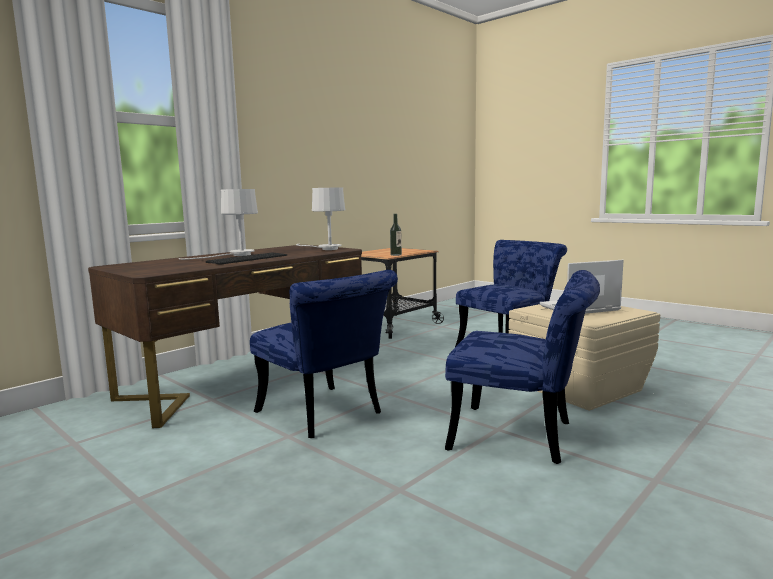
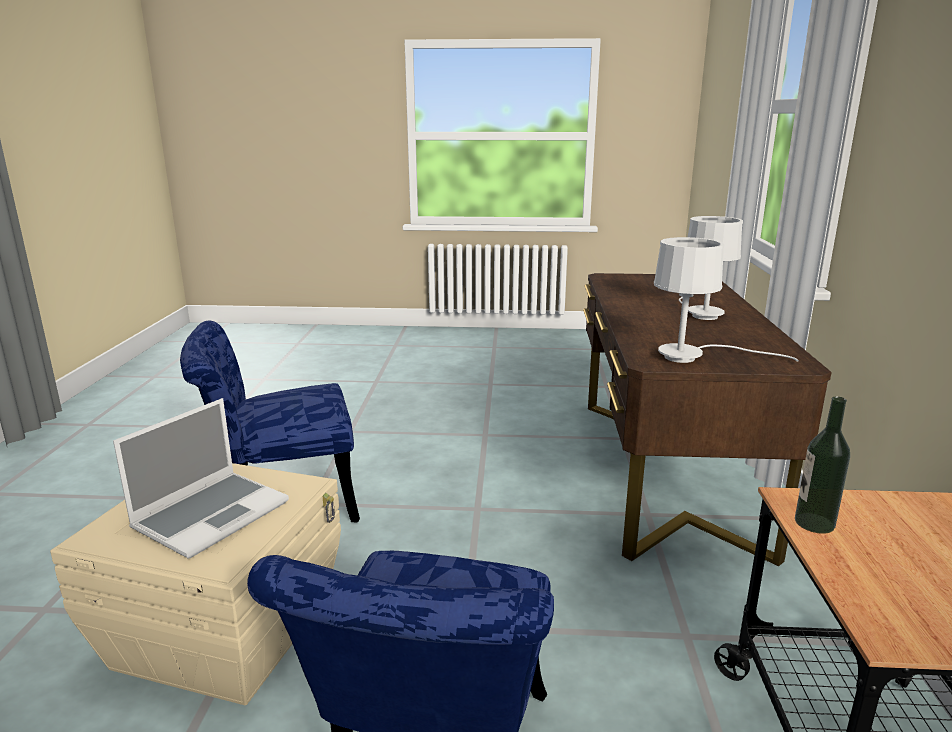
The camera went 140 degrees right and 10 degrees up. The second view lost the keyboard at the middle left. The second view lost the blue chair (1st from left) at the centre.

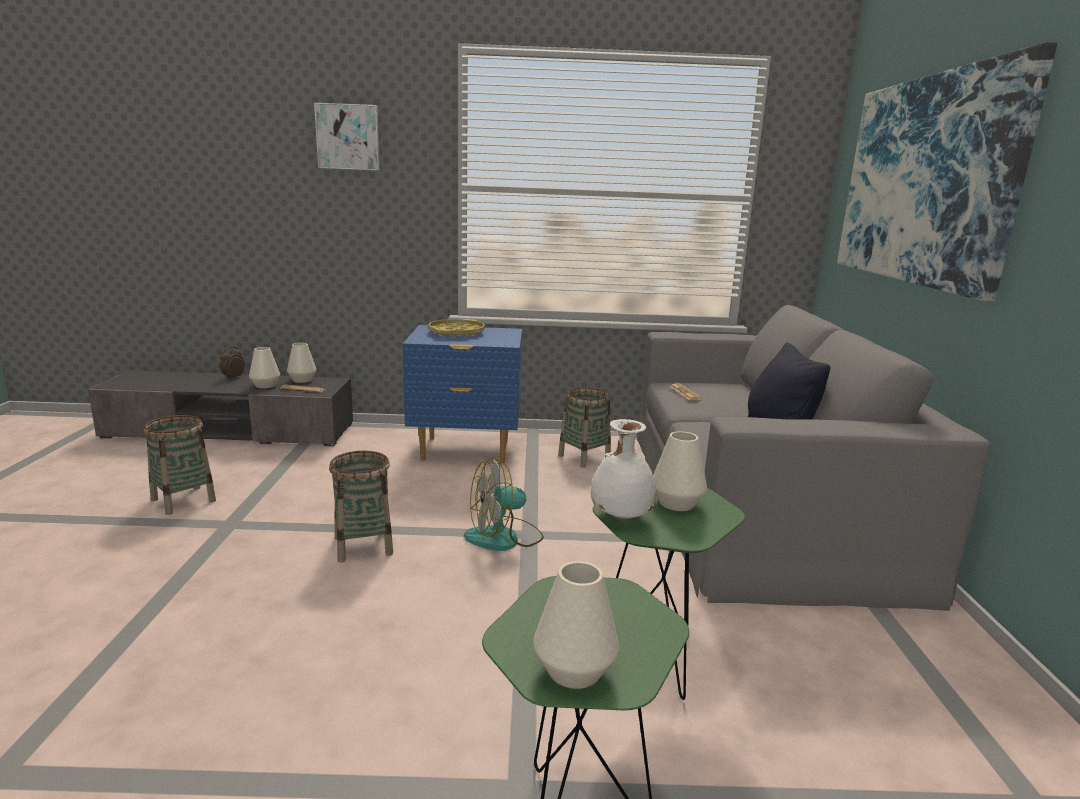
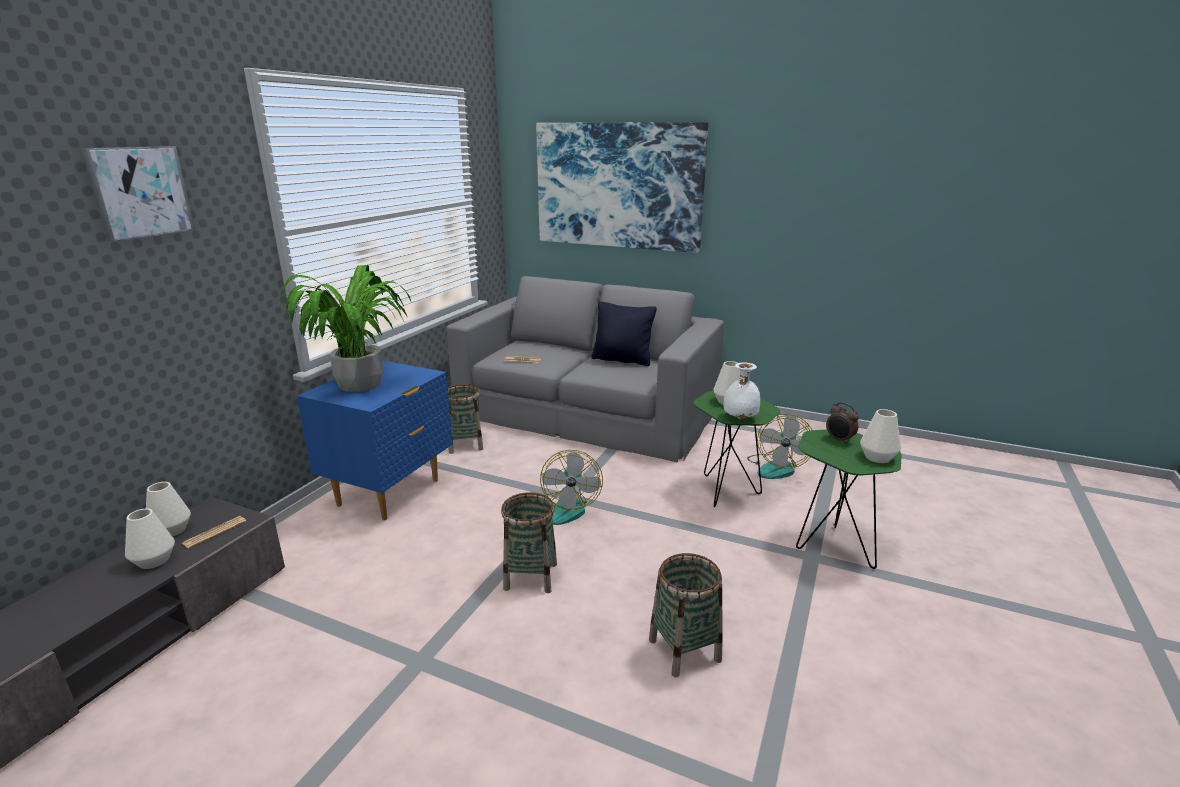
The camera went 65 degrees left and 5 degrees up. Where the yellow tray stood at the centre, the potted plant came to stand at the middle left. The basket (1st from left in the first image) ended up elsewhere, having gone from the middle left to the bottom centre. The second view gained the fan (2nd from left) at the centre. The alarm clock ended up elsewhere, having gone from the middle left to the middle right.

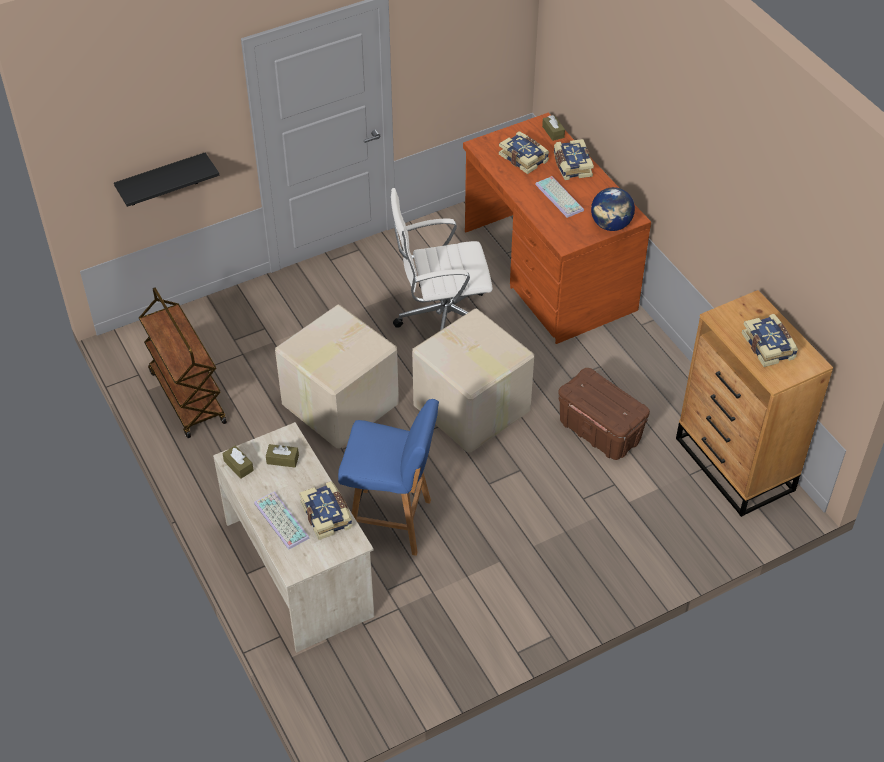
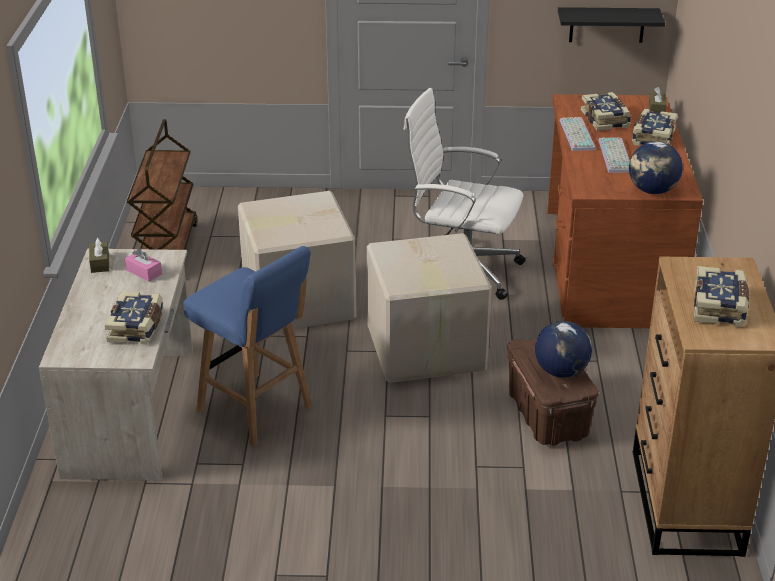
The camera went 30 degrees right and 15 degrees down. What was the brown tissue box (2nd from left) at the middle left turned into the pink tissue box at the middle left. The second view gained the globe (1st from left) at the middle right. The black shelf ended up elsewhere, having gone from the top left to the top right. The keyboard (1st from left) ended up elsewhere, having gone from the bottom left to the top right.

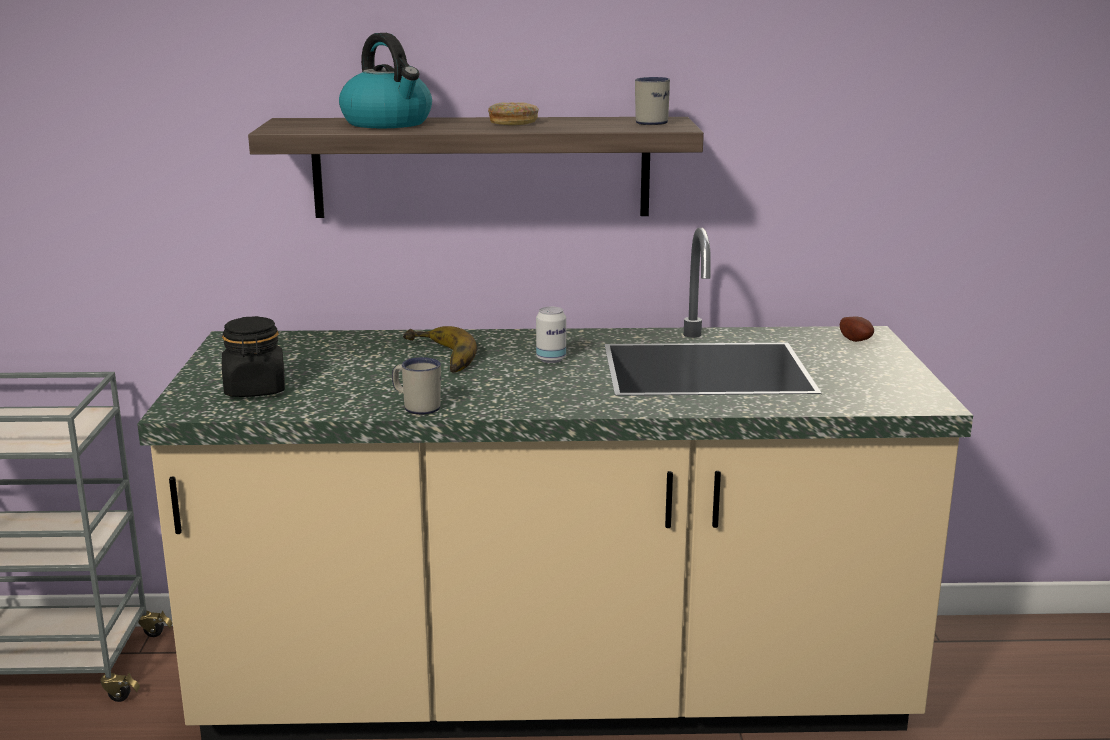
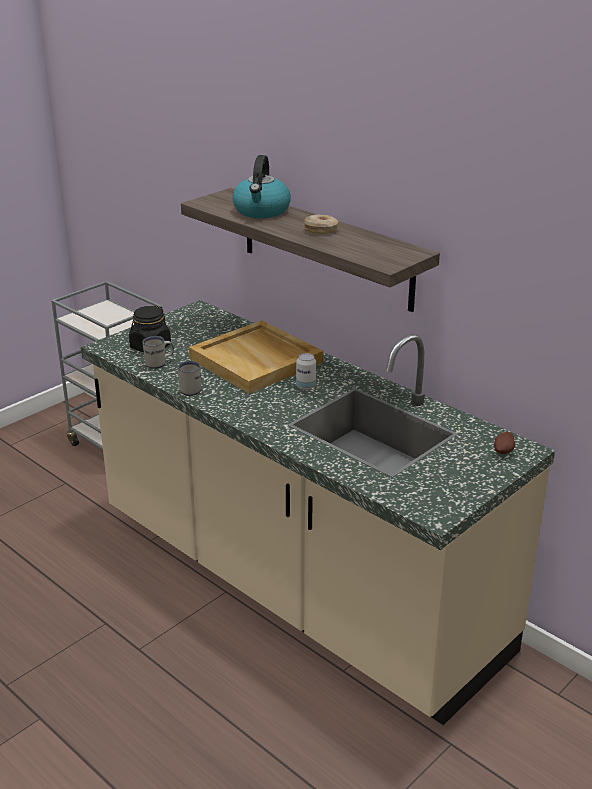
The camera went 45 degrees right and 10 degrees up. The white mug (2nd from left in the first image) ended up elsewhere, having gone from the top centre to the middle left. Where the banana stood at the centre, the beige tray came to stand at the centre.

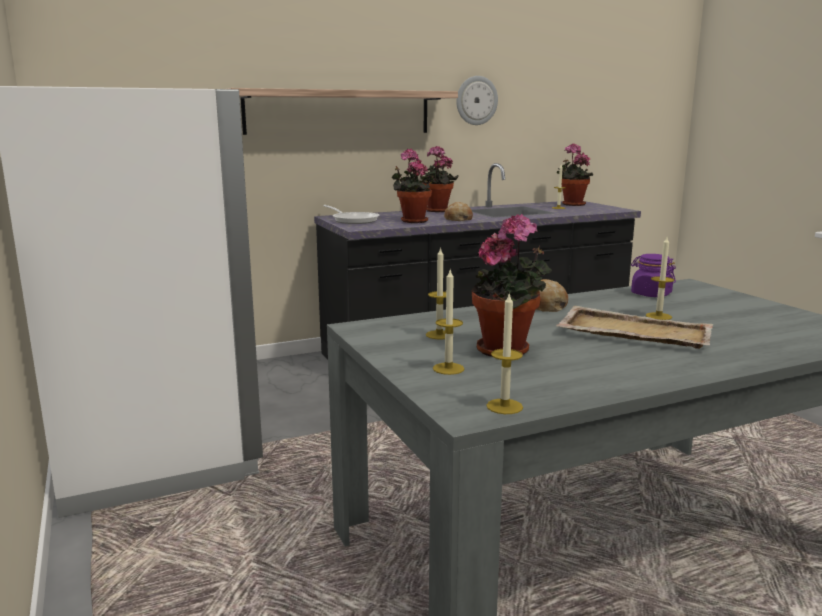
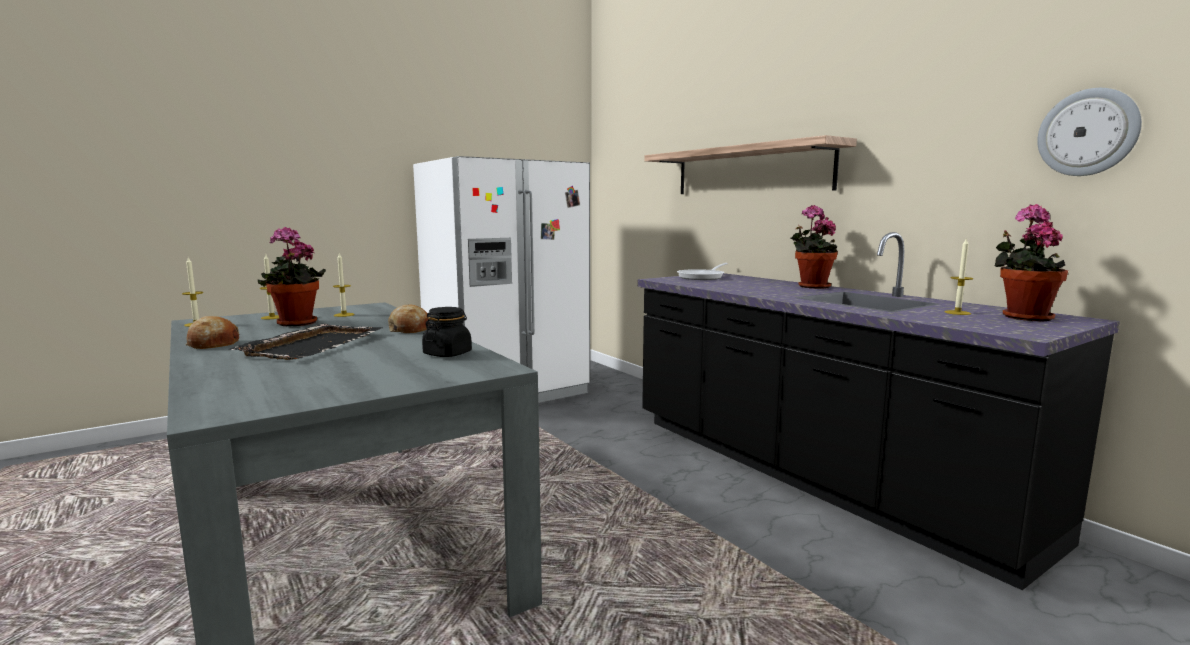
The camera went 80 degrees right and 5 degrees down. The bread (1st from left) ended up elsewhere, having gone from the centre to the middle left. What was the beige tray at the middle right turned into the black tray at the middle left. What was the purple jar at the middle right turned into the black jar at the centre. The wall clock ended up elsewhere, having gone from the top centre to the top right. The second view lost the potted plant (1st from left) at the top centre. The second view lost the candle (5th from left) at the middle right.

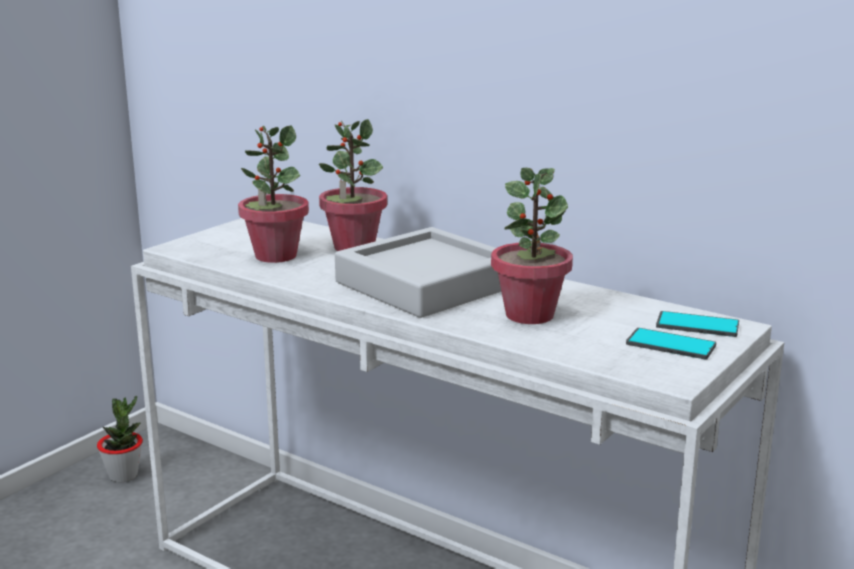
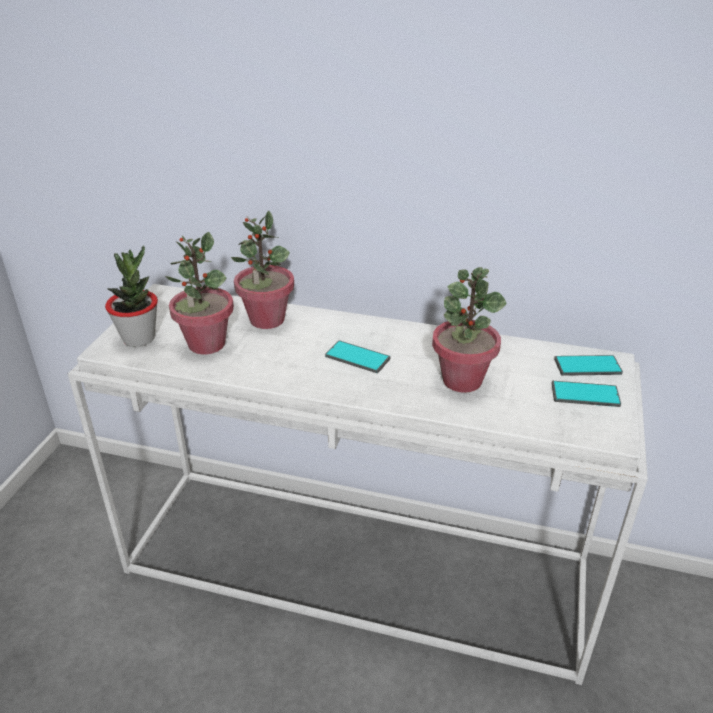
The camera went 20 degrees left and 15 degrees up. The potted plant (1st from left) ended up elsewhere, having gone from the bottom left to the middle left. Where the grey tray stood at the centre, the phone (1st from left) came to stand at the centre.

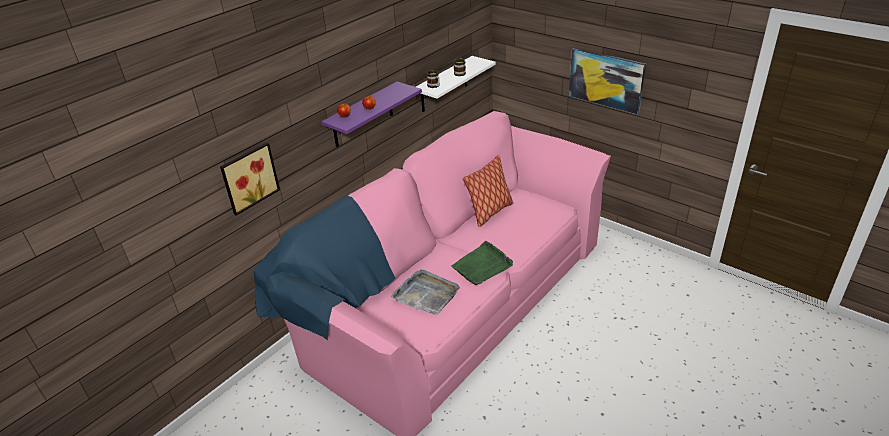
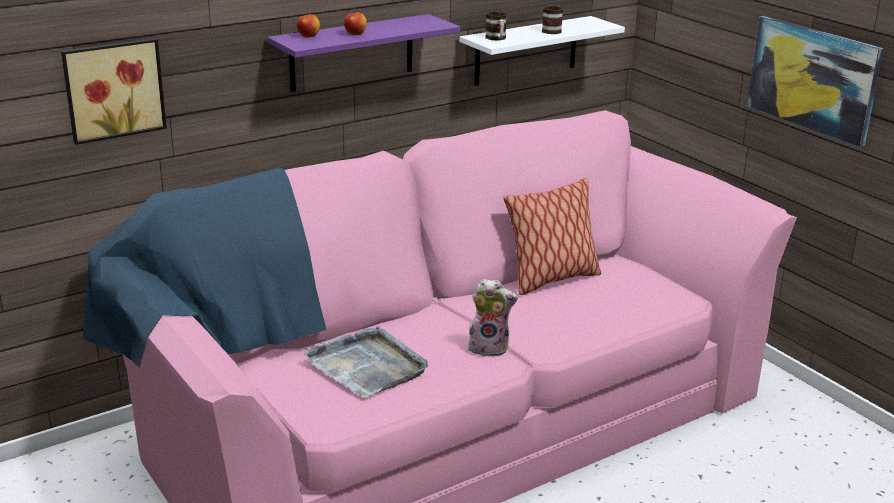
The camera went 15 degrees right and 10 degrees down. Where the green tray stood at the centre, the plush toy came to stand at the centre.

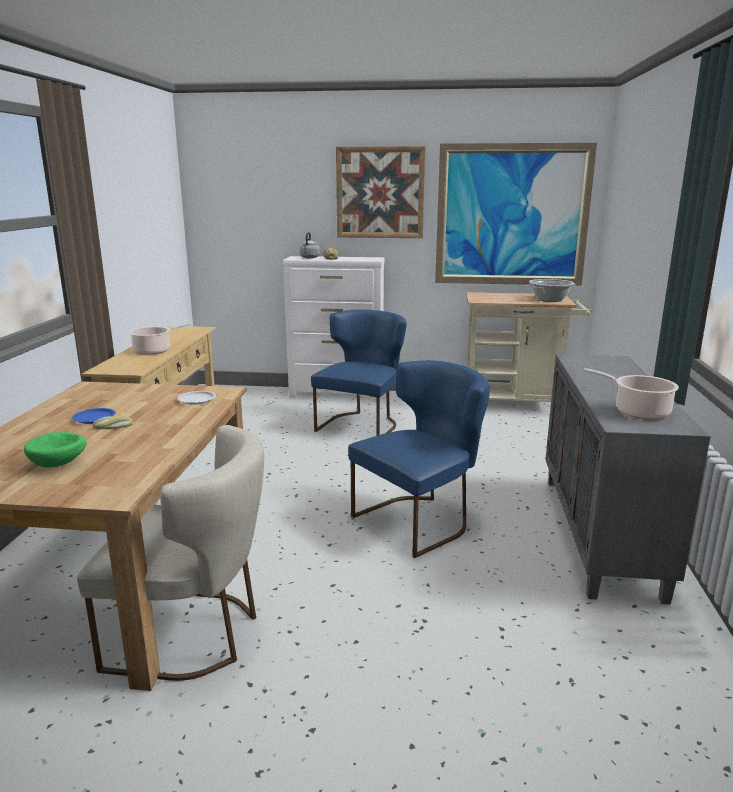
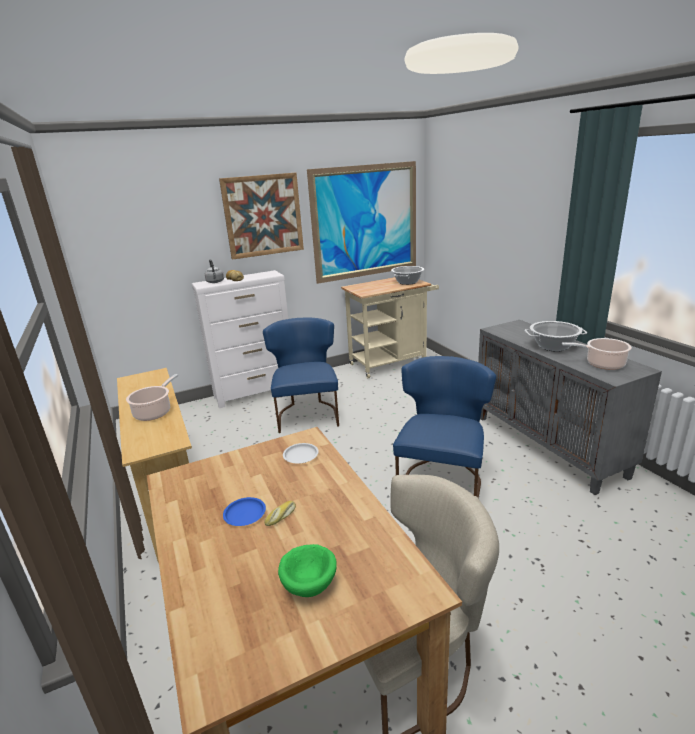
The camera went 30 degrees left and 5 degrees up. The second view gained the cooking pot (3rd from left) at the middle right.

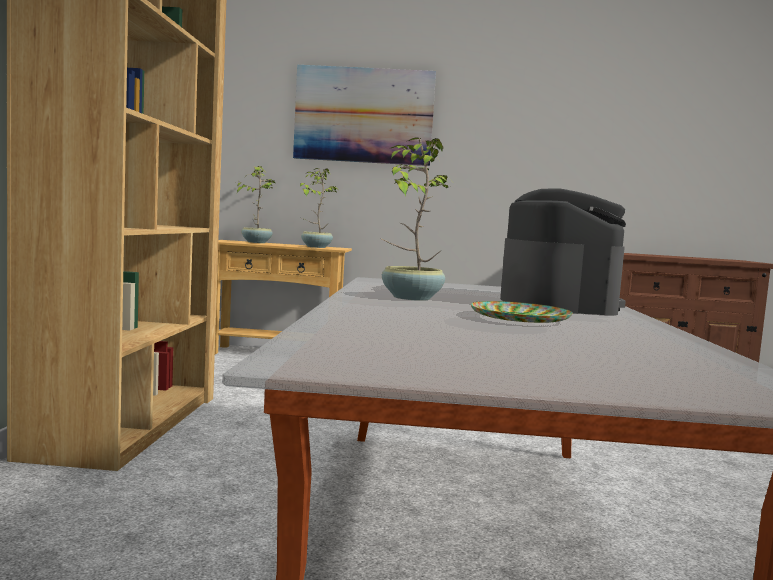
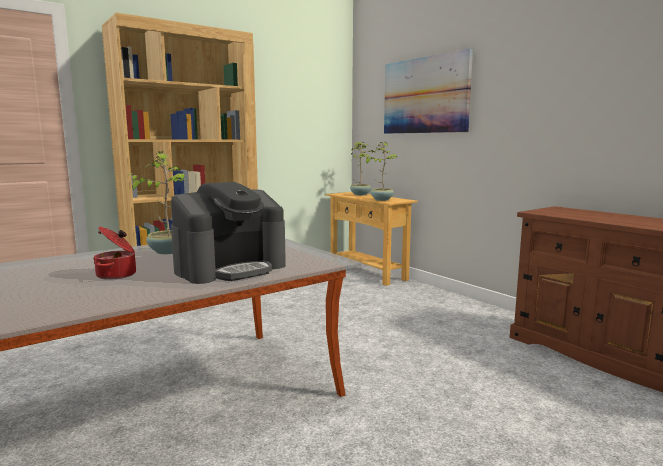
The camera went 50 degrees right and 5 degrees up. Where the plate stood at the middle right, the cooking pot came to stand at the middle left.

